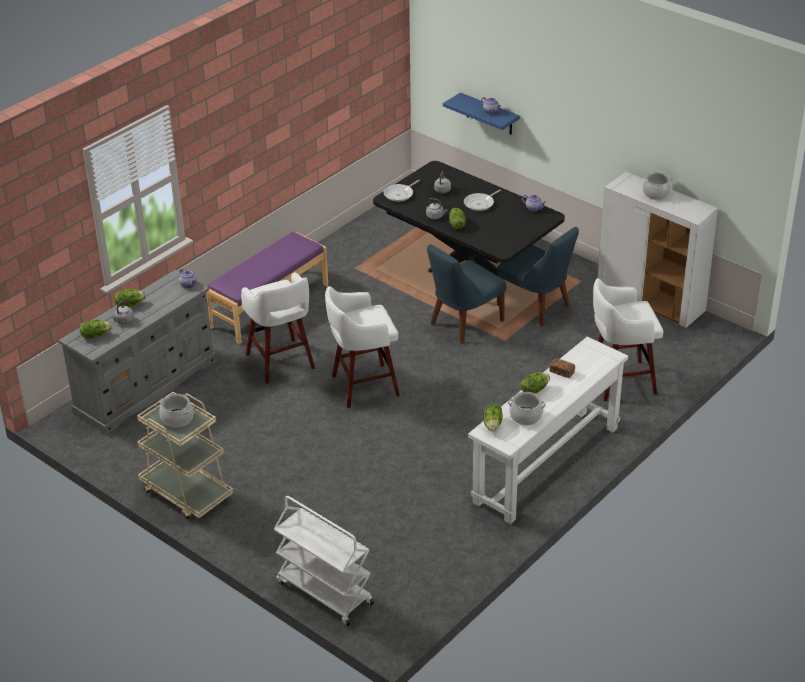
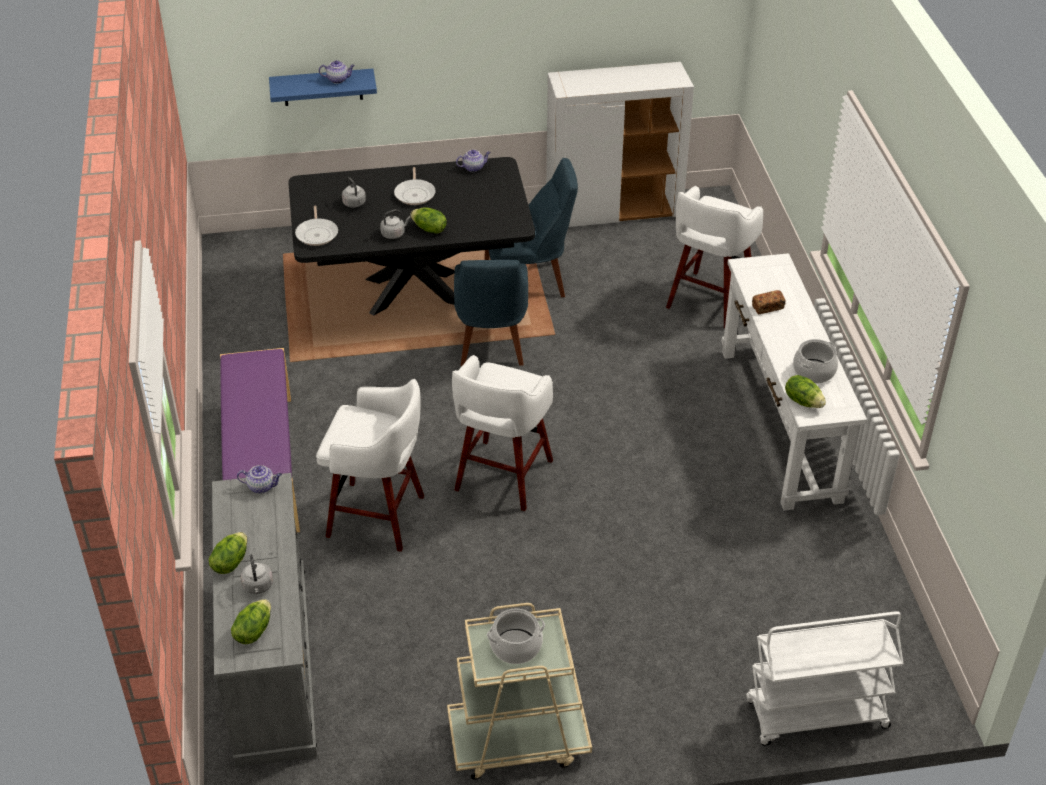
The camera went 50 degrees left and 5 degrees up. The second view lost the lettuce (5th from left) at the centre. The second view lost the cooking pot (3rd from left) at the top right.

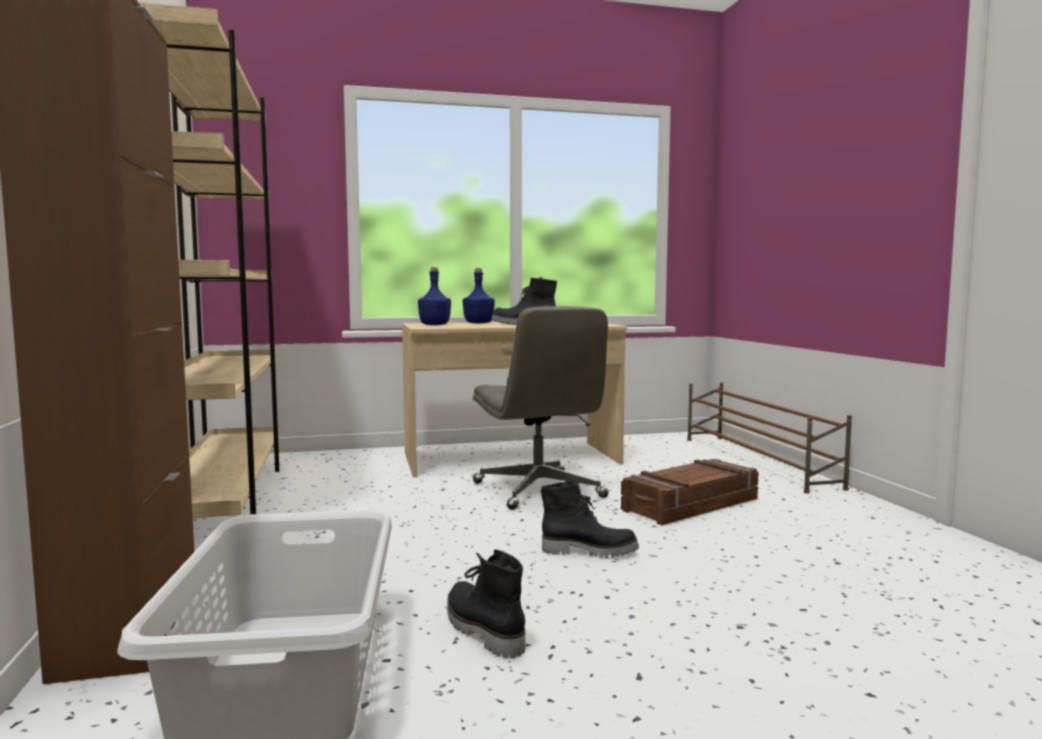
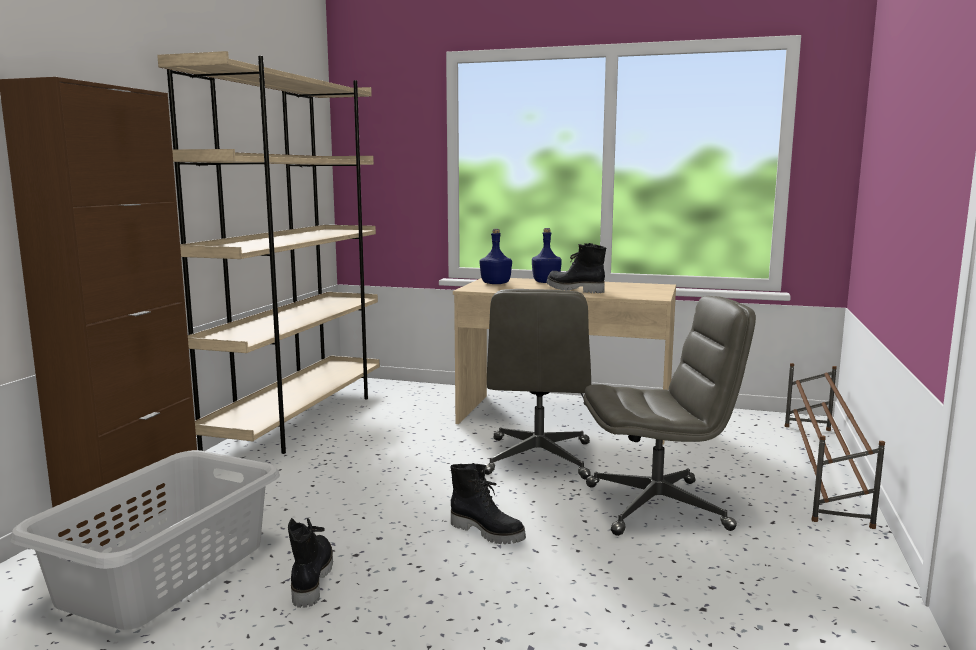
The camera went 30 degrees right and 5 degrees up. Where the crate stood at the centre, the grey office chair (2nd from left) came to stand at the middle right.

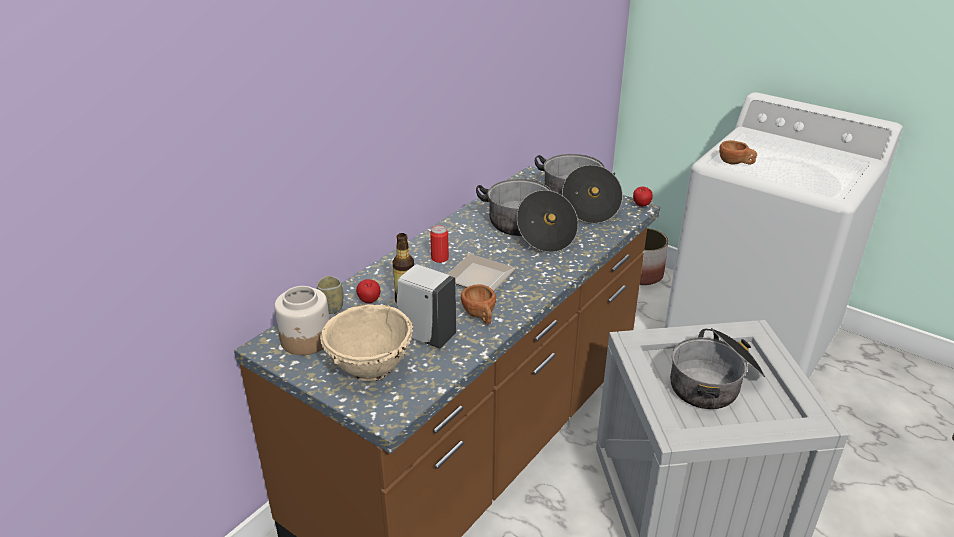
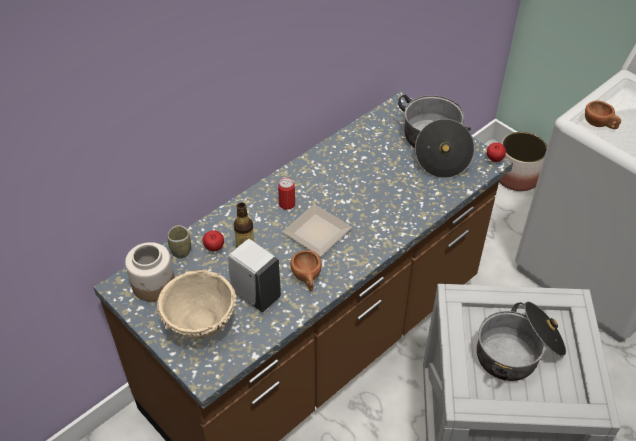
The camera went 10 degrees right and 15 degrees up. The second view lost the cooking pot (1st from left) at the centre.

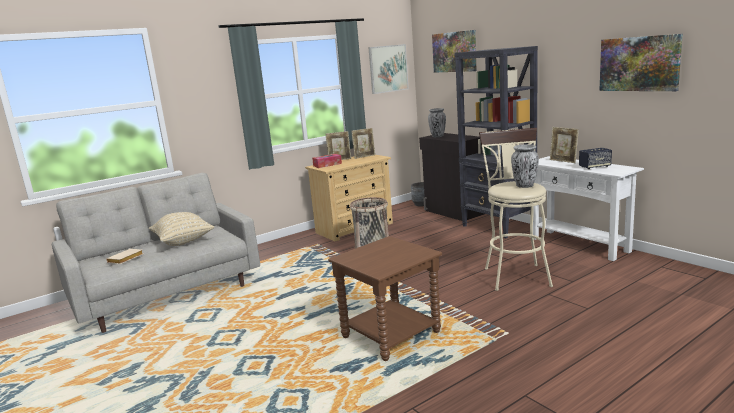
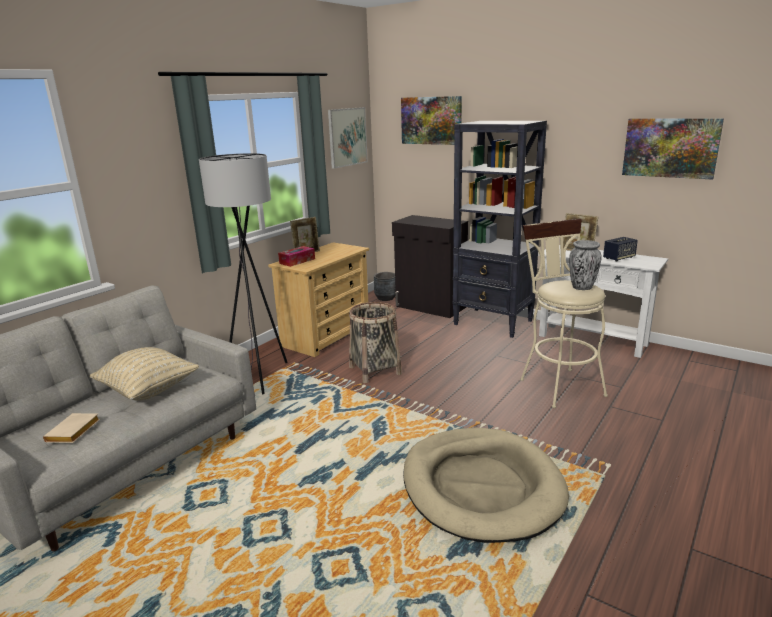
The camera went 20 degrees left and 5 degrees up. The second view gained the grey floor lamp at the middle left. Where the brown side table stood at the bottom centre, the beige dog bed came to stand at the bottom centre. The second view lost the picture frame (2nd from left) at the centre. The second view lost the vase (1st from left) at the top centre.

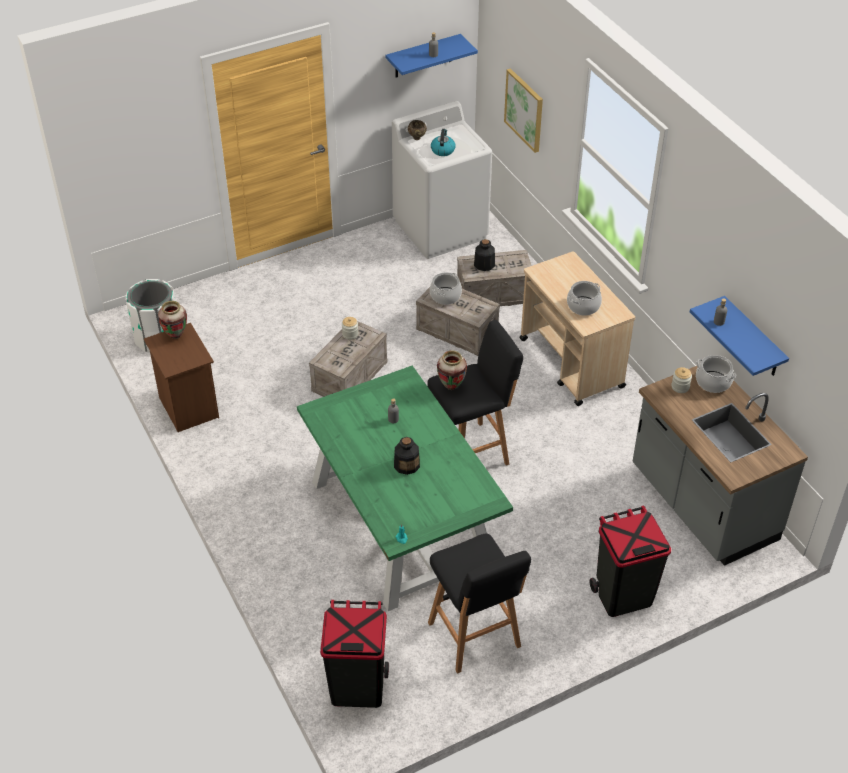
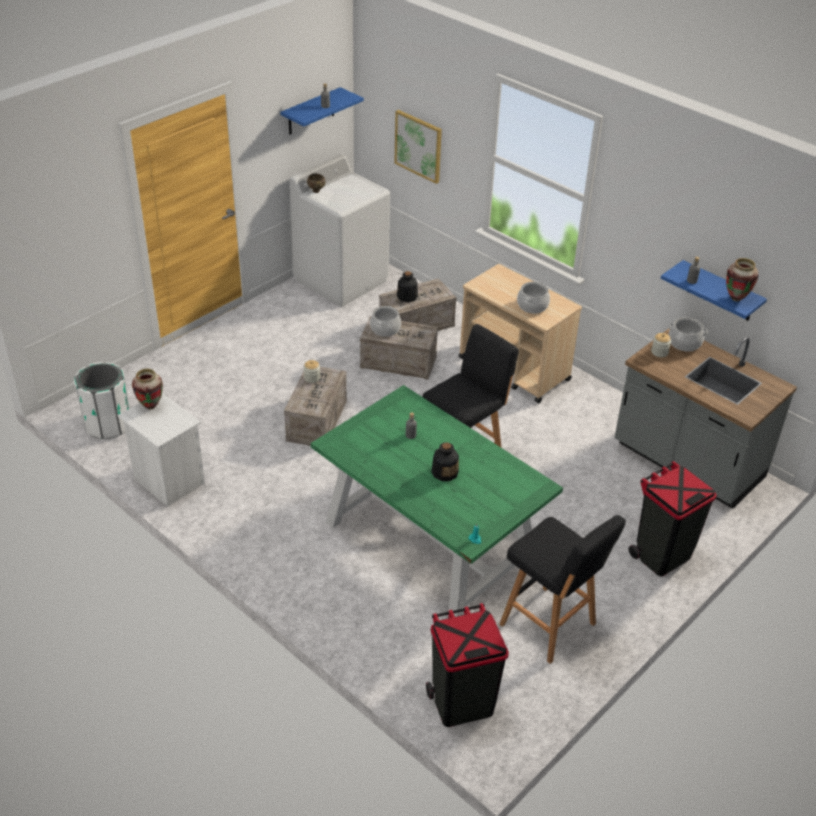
The camera went 20 degrees left and 5 degrees down. What was the brown nightstand at the middle left turned into the white nightstand at the middle left. The vase (2nd from left) ended up elsewhere, having gone from the centre to the middle right. The second view lost the kettle at the top centre.

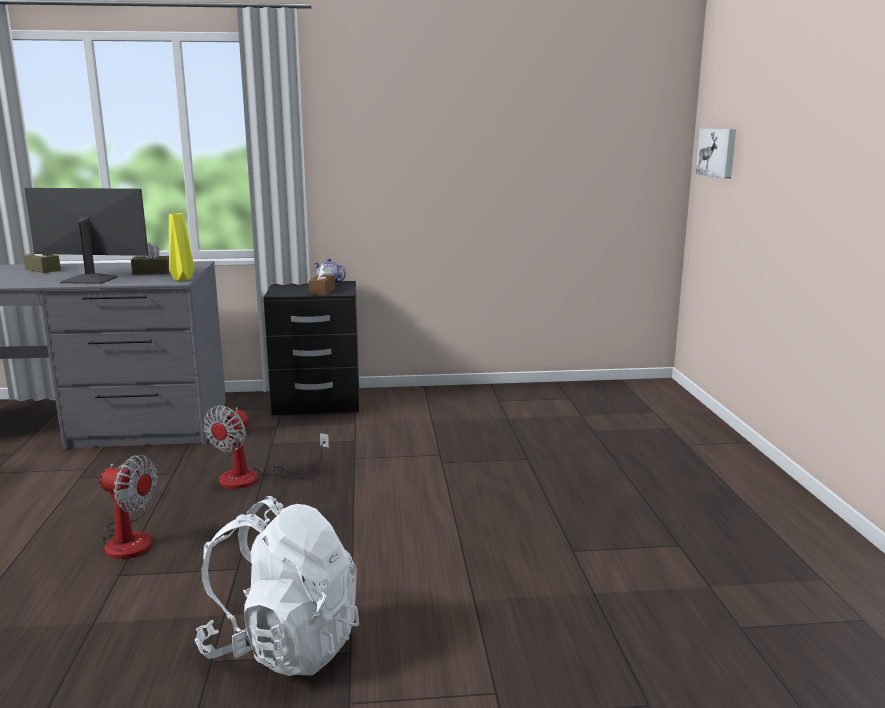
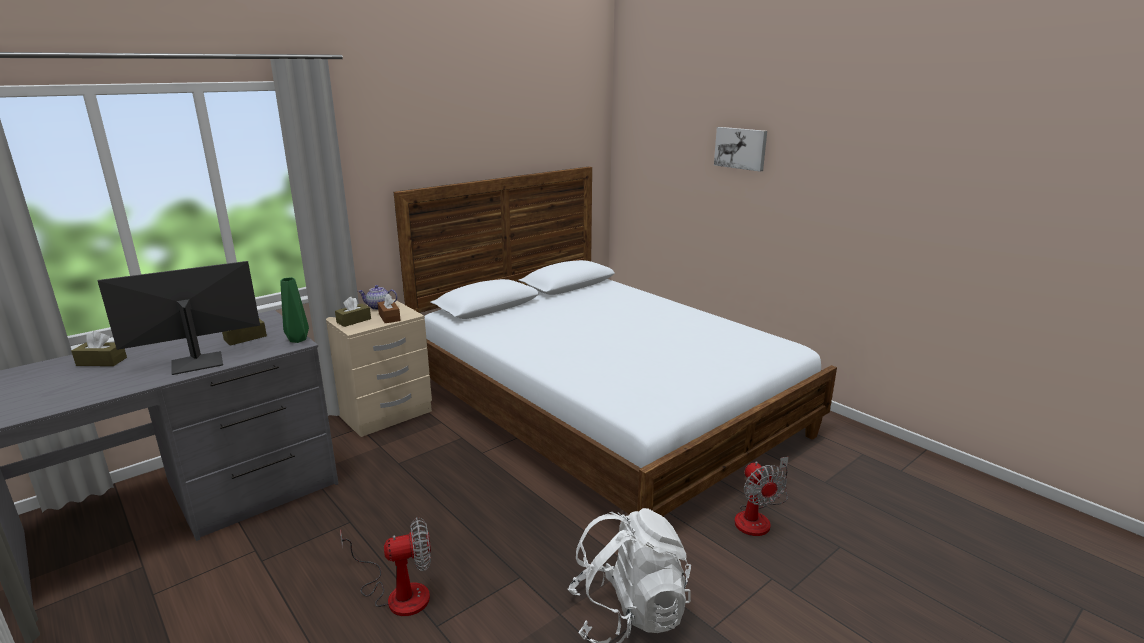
The camera went 35 degrees left and 5 degrees up. What was the yellow vase at the middle left turned into the green vase at the middle left. What was the black nightstand at the centre turned into the beige nightstand at the middle left. The second view gained the brown tissue box (3rd from left) at the middle left. The second view gained the bed at the centre. The picture ended up elsewhere, having gone from the top right to the top centre. The fan (2nd from left) ended up elsewhere, having gone from the middle left to the bottom centre.

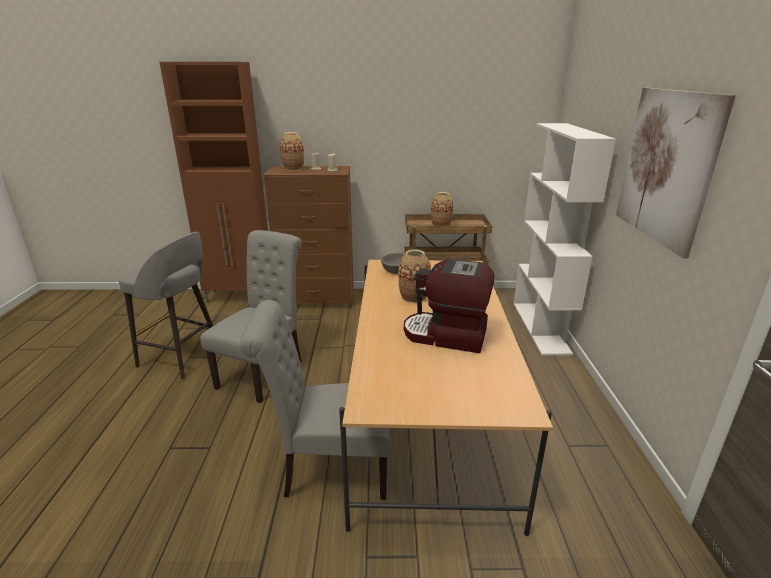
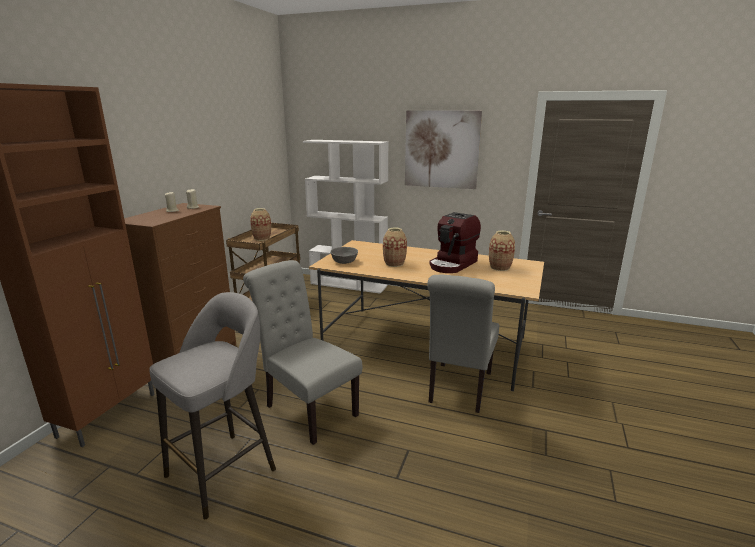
The camera went 70 degrees left and 5 degrees down. The vase (1st from left in the first image) ended up elsewhere, having gone from the top centre to the centre.

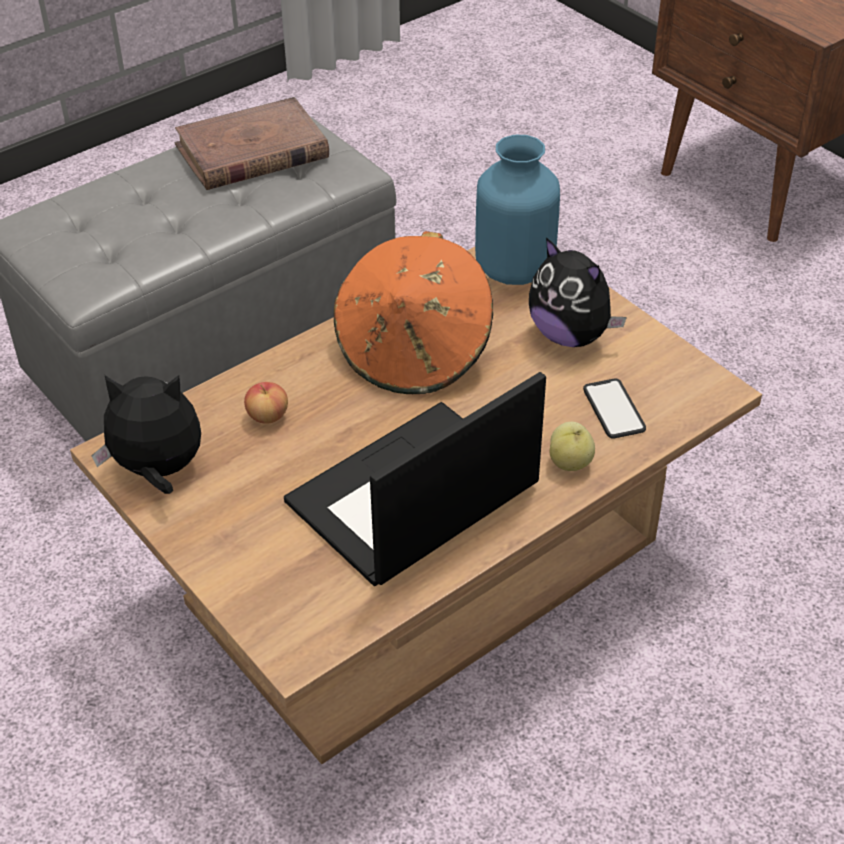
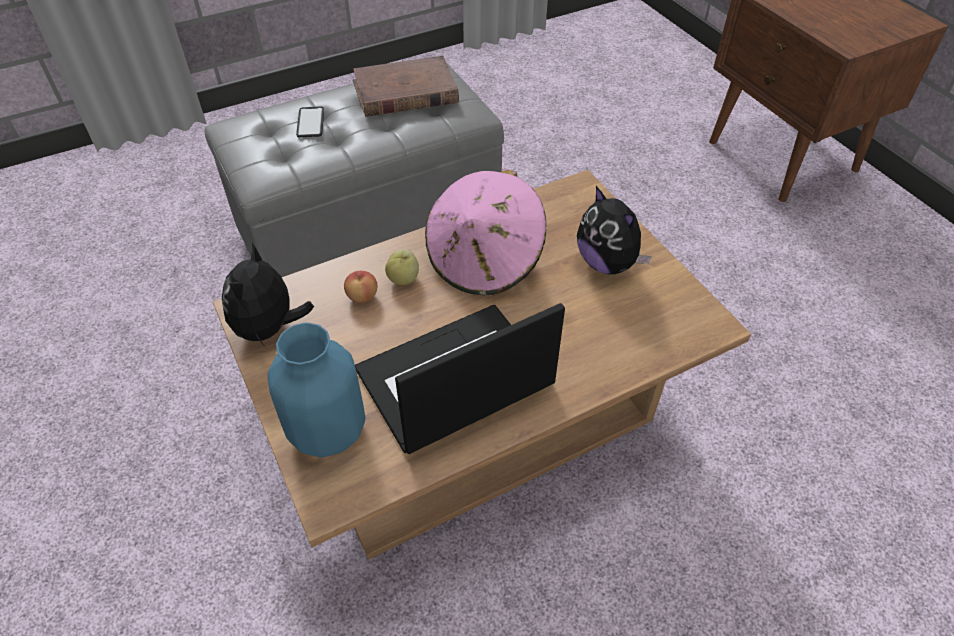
The camera went 10 degrees right and 5 degrees up. The plush toy (1st from left) at the middle left ended up facing another way, 90 degrees counterclockwise from before. The blue vase ended up elsewhere, having gone from the top centre to the middle left. The phone ended up elsewhere, having gone from the middle right to the top left. The apple (2nd from left) ended up elsewhere, having gone from the middle right to the centre. What was the orange hat at the centre turned into the pink hat at the centre.

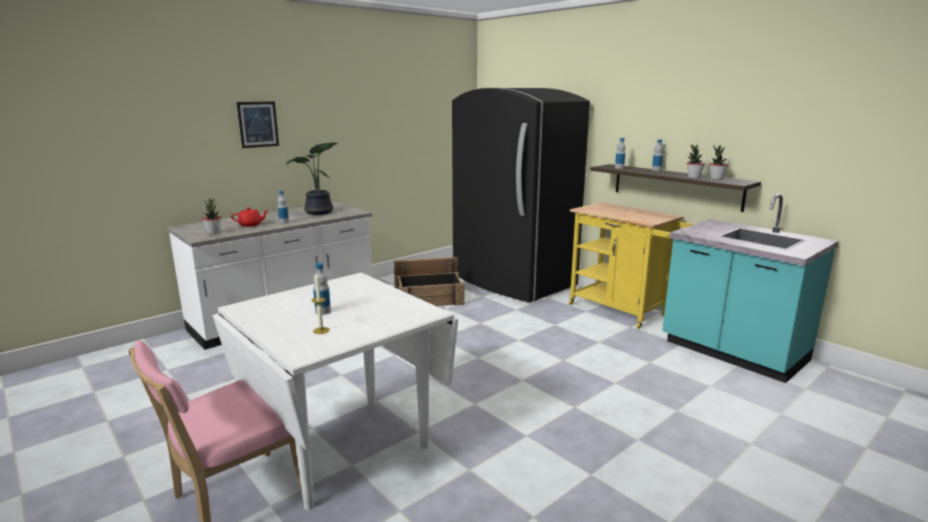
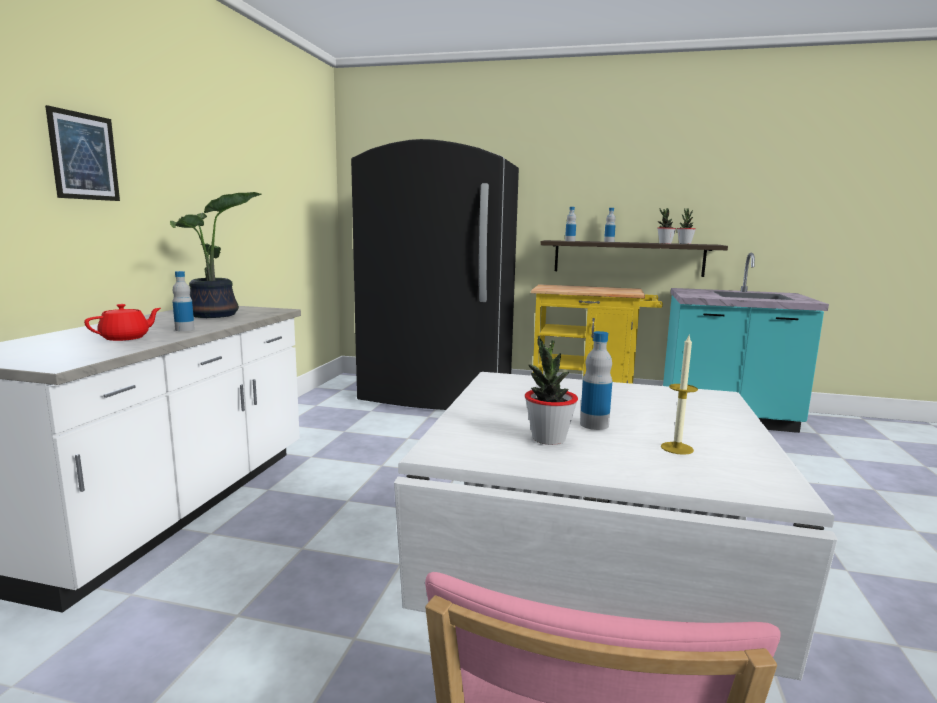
The camera went 35 degrees left and 5 degrees down. The potted plant (1st from left in the first image) ended up elsewhere, having gone from the middle left to the centre. The second view lost the crate at the centre.

